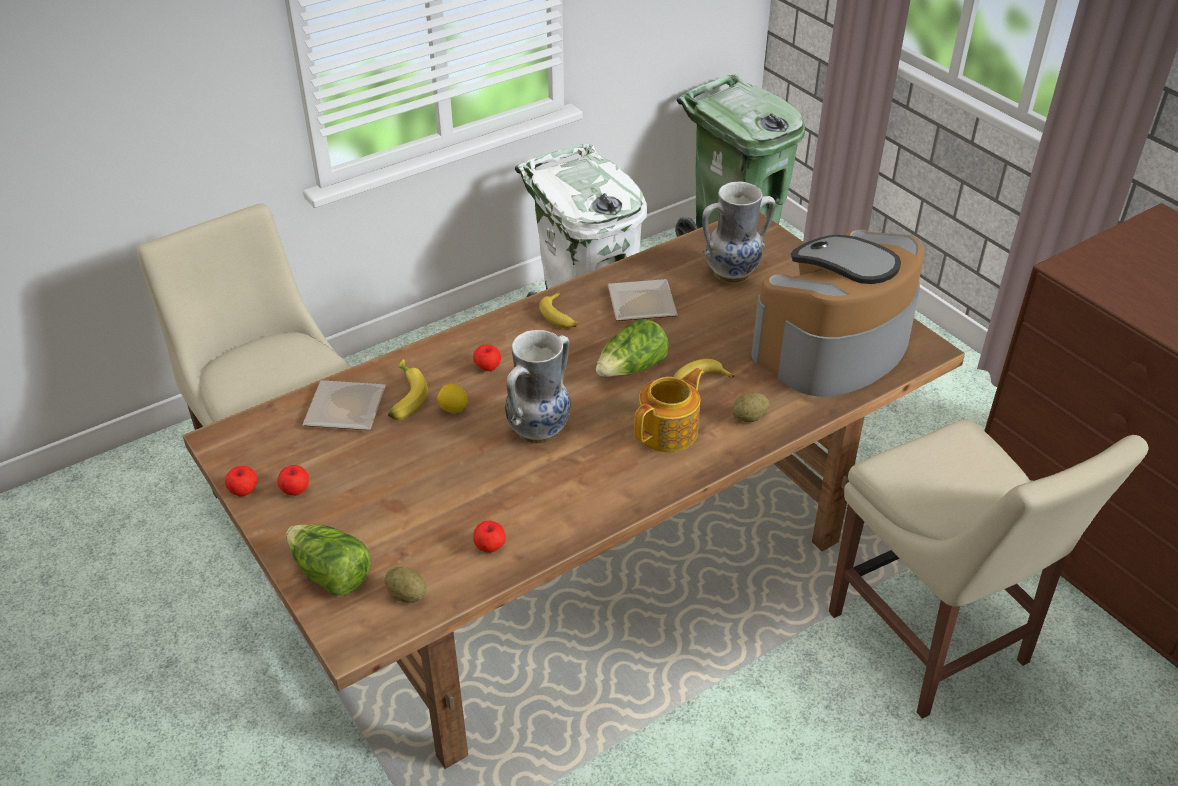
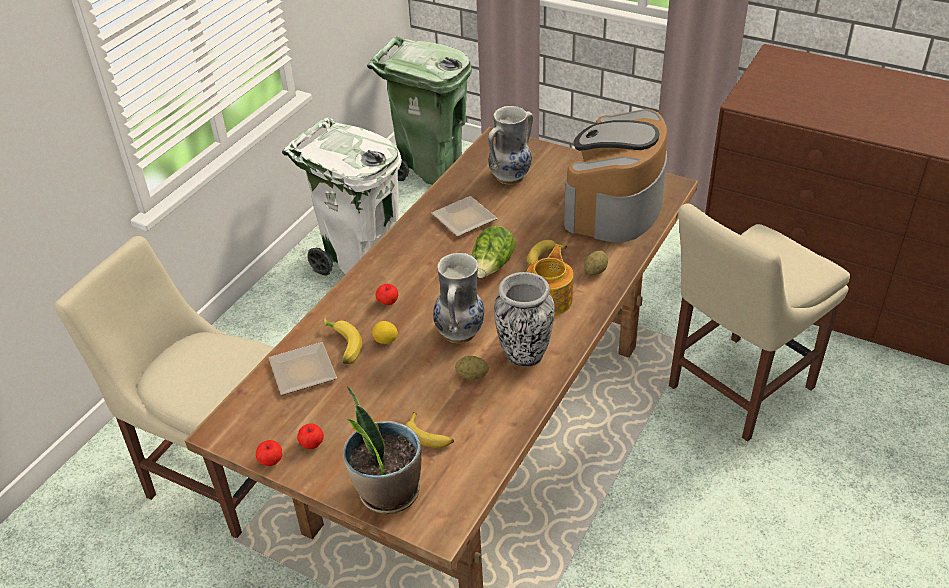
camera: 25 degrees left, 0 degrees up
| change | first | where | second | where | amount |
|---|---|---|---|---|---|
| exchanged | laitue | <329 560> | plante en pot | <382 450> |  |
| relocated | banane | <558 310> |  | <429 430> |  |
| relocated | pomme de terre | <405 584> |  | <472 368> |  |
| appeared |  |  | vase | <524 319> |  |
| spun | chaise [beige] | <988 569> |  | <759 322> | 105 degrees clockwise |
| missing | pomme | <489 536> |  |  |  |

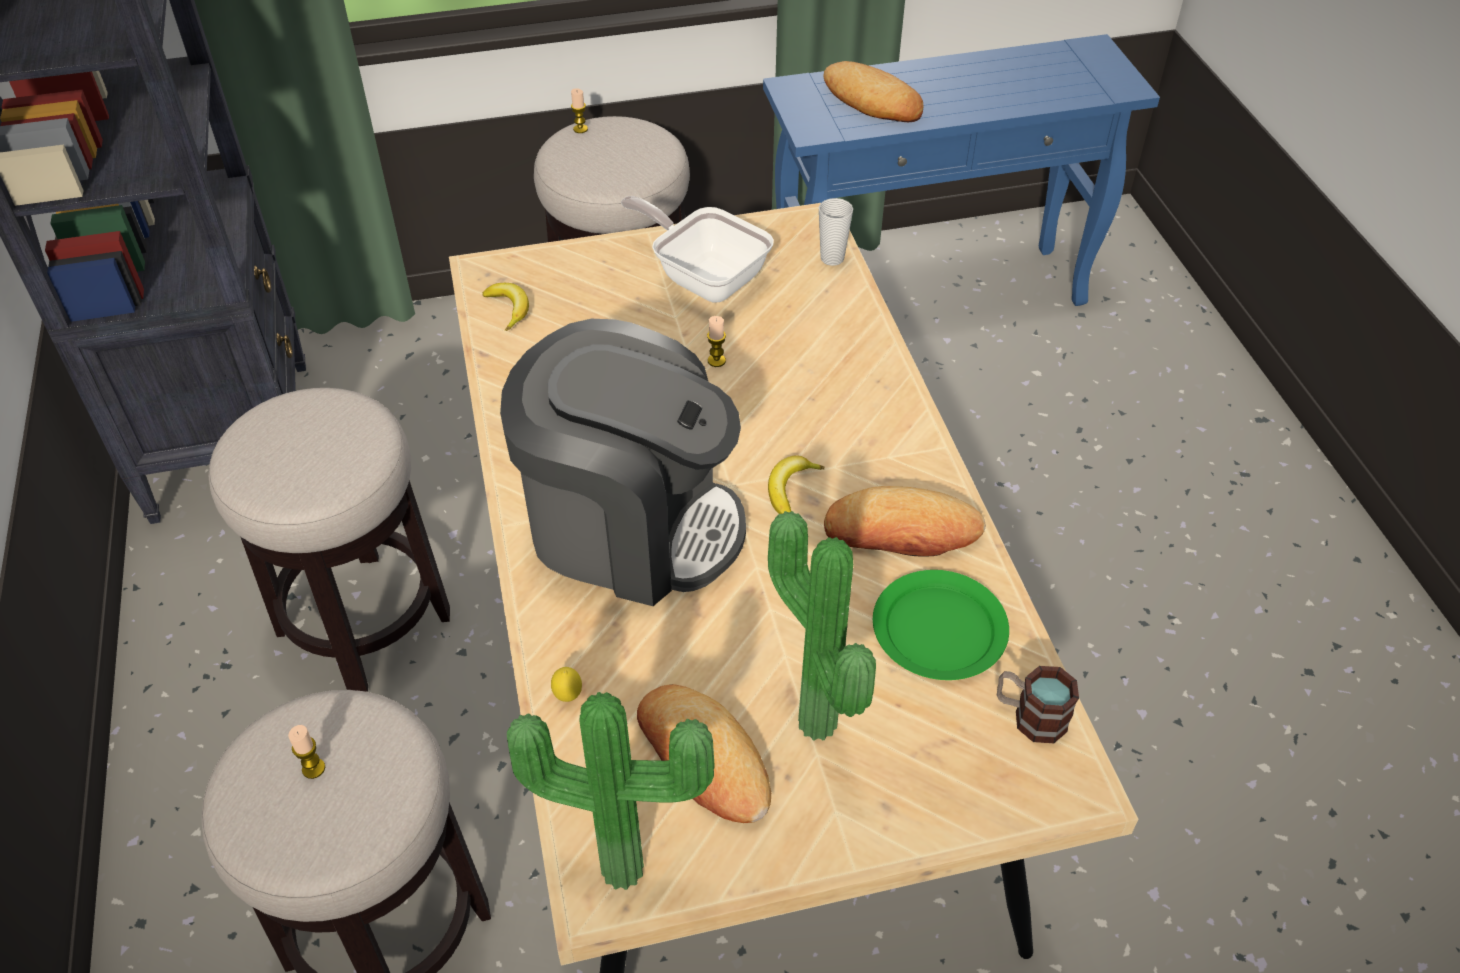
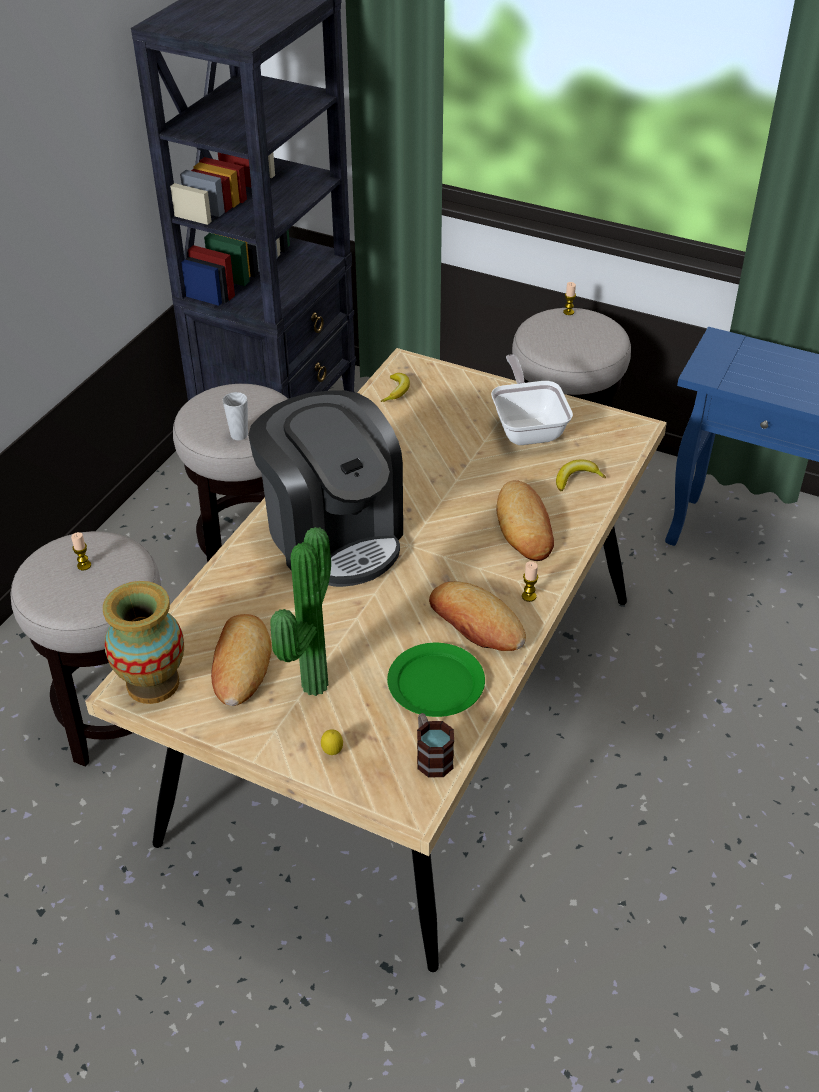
camera: 40 degrees right, 5 degrees down
| change | first | where | second | where | amount |
|---|---|---|---|---|---|
| exchanged | plante en pot | <611 791> | vase | <143 642> |  |
| relocated | tasse | <836 232> |  | <235 416> |  |
| relocated | citron | <566 684> |  | <332 742> |  |
| relocated | pain | <873 91> |  | <525 520> |  |
| relocated | bougie | <716 341> |  | <530 581> |  |
| relocated | banane | <796 484> |  | <581 475> |  |

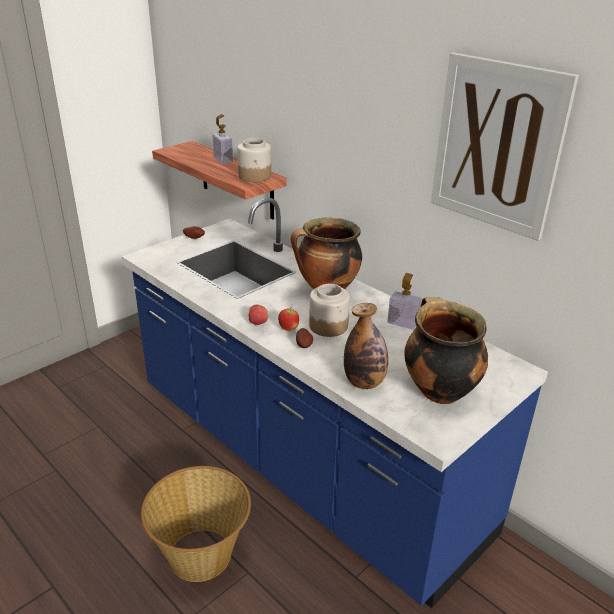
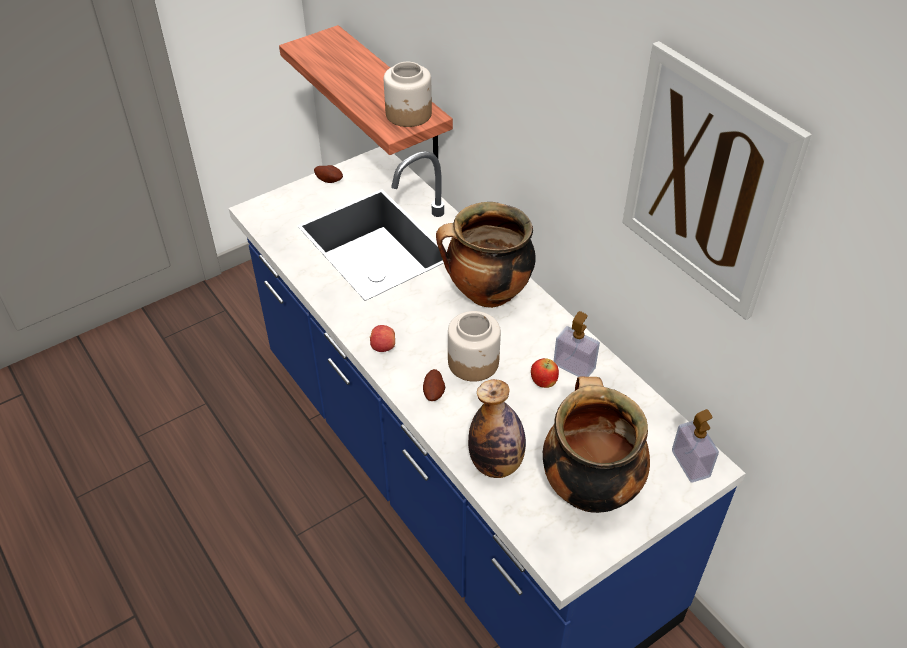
camera: 10 degrees right, 15 degrees up
| change | first | where | second | where | amount |
|---|---|---|---|---|---|
| relocated | pomme | <288 320> |  | <545 373> |  |
| relocated | distributeur de savon | <223 139> |  | <695 446> |  |
| missing | panier | <196 524> |  |  |  |

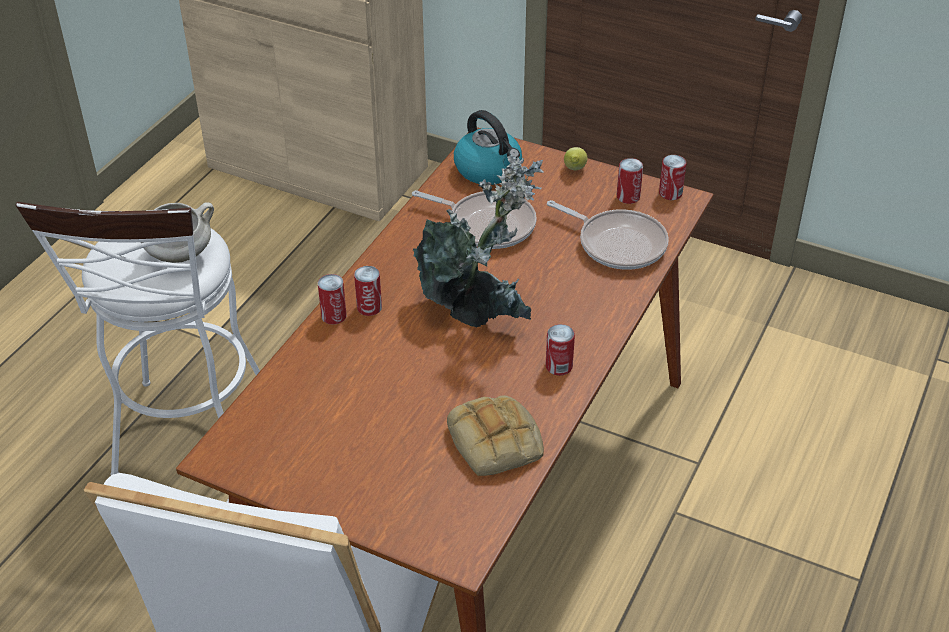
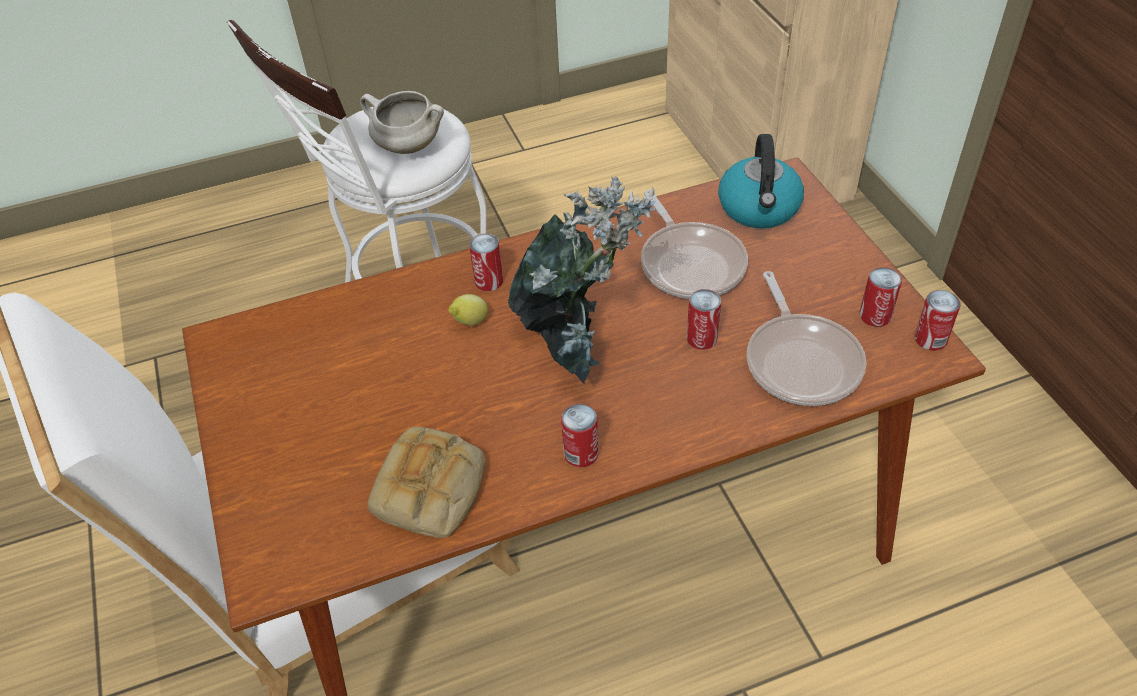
camera: 45 degrees right, 5 degrees up
| change | first | where | second | where | amount |
|---|---|---|---|---|---|
| relocated | citron | <575 158> |  | <468 309> |  |
| relocated | boîte métallique | <332 299> |  | <703 319> |  |

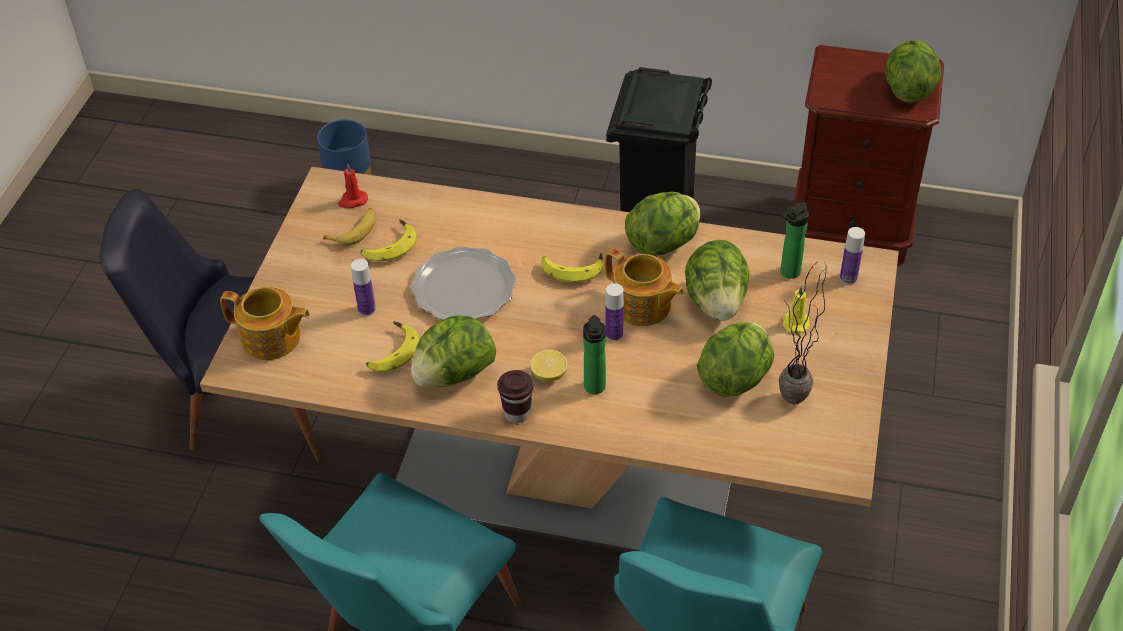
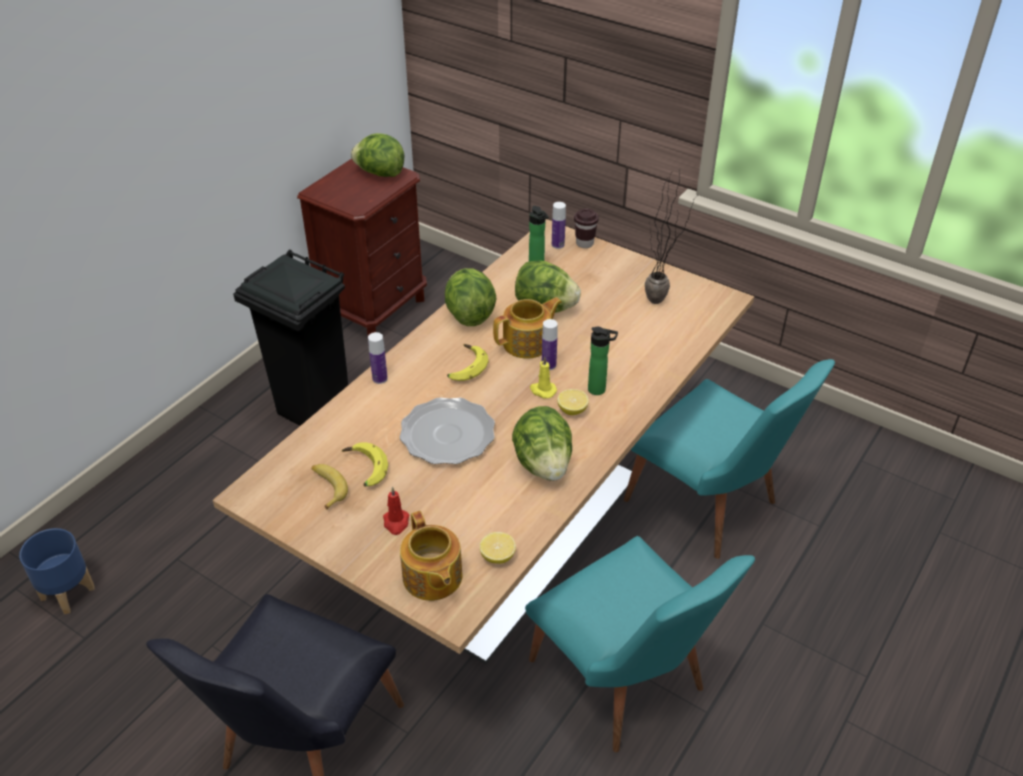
camera: 70 degrees left, 5 degrees down
| change | first | where | second | where | amount |
|---|---|---|---|---|---|
| relocated | bouteille | <363 287> |  | <378 358> |  |
| relocated | bougie [rouge] | <353 186> |  | <396 511> |  |
| spun | théière | <265 323> |  | <431 556> | 120 degrees clockwise |
| appeared |  |  | citron | <498 548> |  |
| relocated | bougie [jaune] | <796 308> |  | <543 377> |  |
| relocated | tasse [marron] | <515 396> |  | <586 228> |  |
| missing | banane | <393 346> |  |  |  |
| missing | laitue | <735 359> |  |  |  |

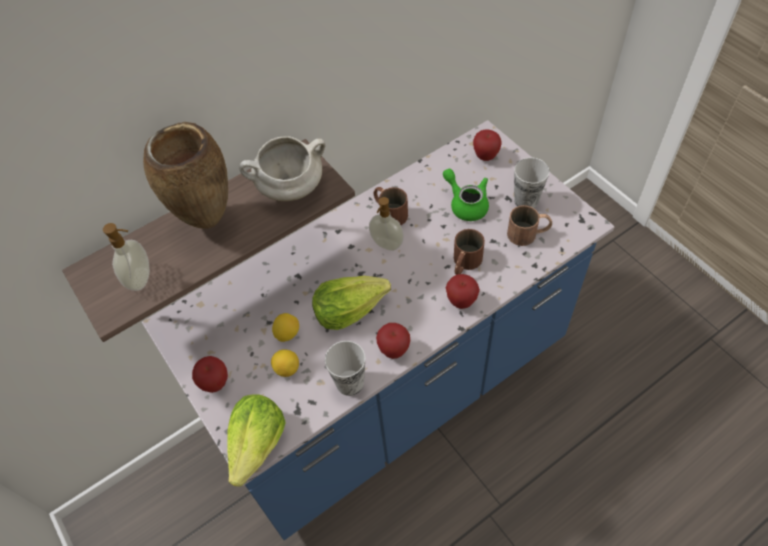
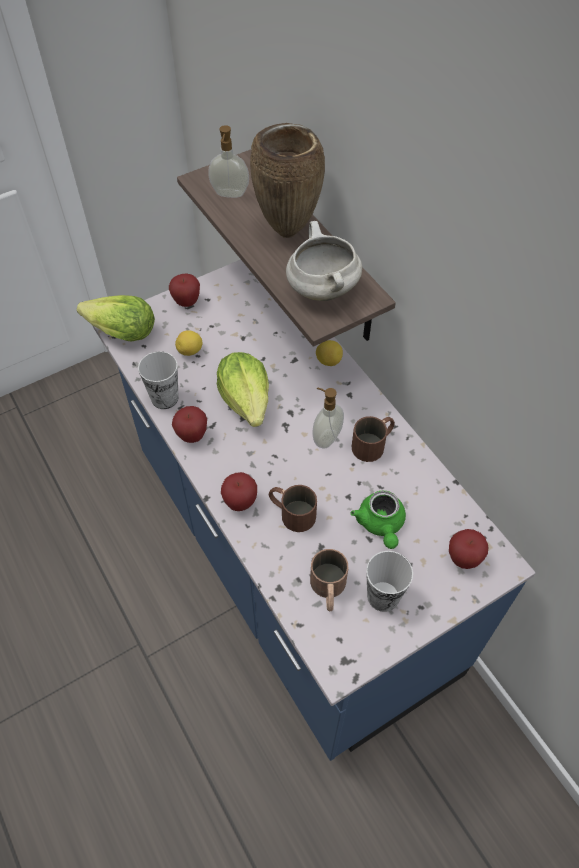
camera: 90 degrees right, 0 degrees up
| change | first | where | second | where | amount |
|---|---|---|---|---|---|
| relocated | citron | <285 327> |  | <329 353> |  |
| spun | théière [vert] | <466 195> |  | <378 520> | 120 degrees clockwise |

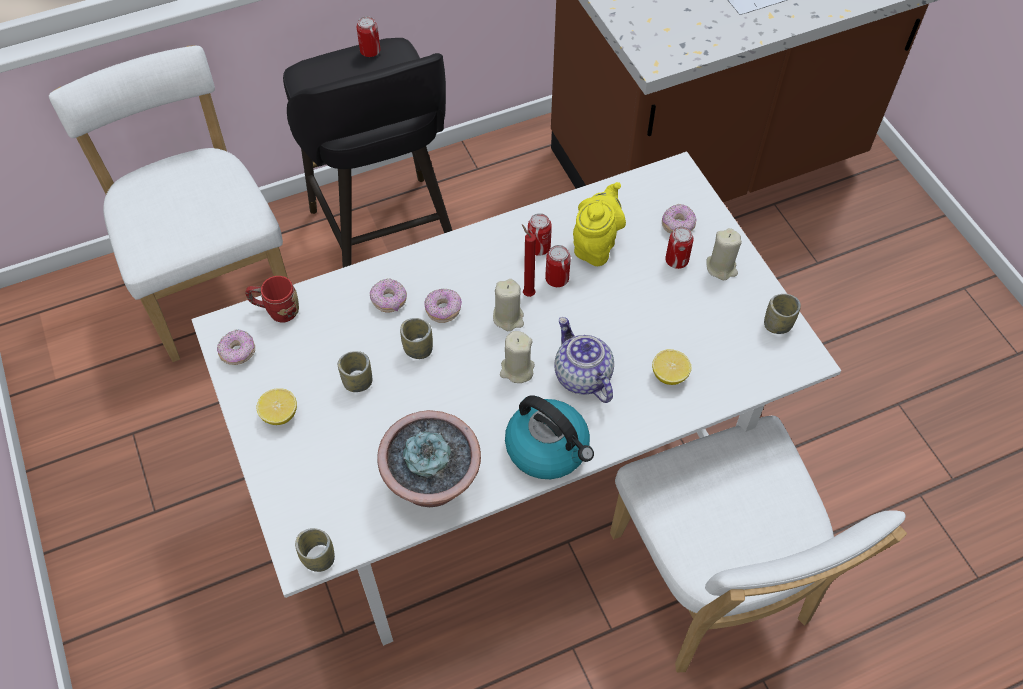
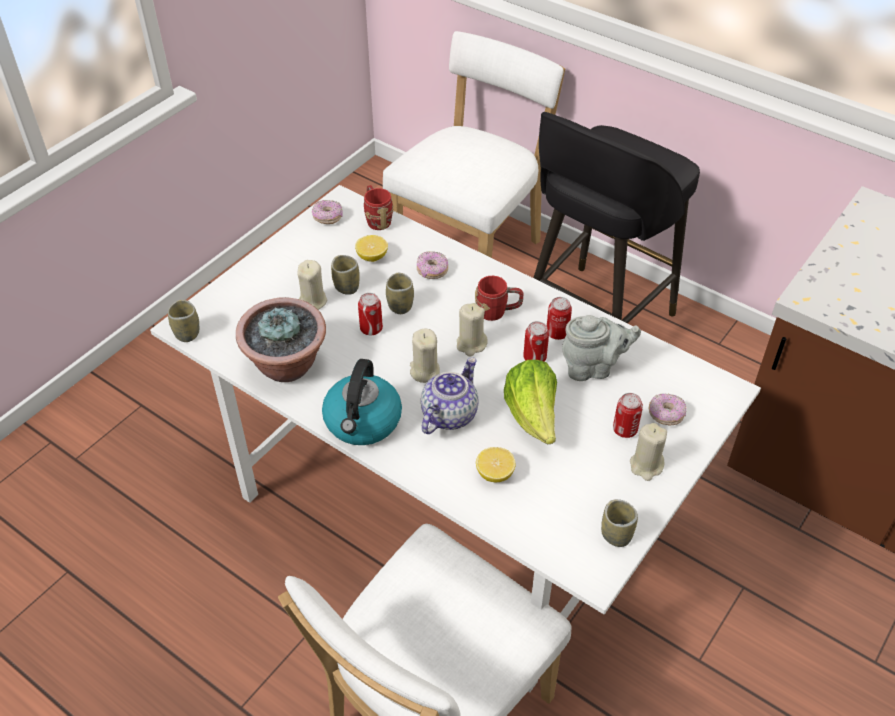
camera: 60 degrees right, 10 degrees down
| change | first | where | second | where | amount |
|---|---|---|---|---|---|
| appeared |  |  | bougie [beige] | <312 285> |  |
| relocated | citron | <276 406> |  | <371 248> |  |
| relocated | boîte métallique | <369 36> |  | <370 314> |  |
| appeared |  |  | mug [rouge] | <499 298> |  |
| appeared |  |  | laitue | <530 402> |  |
| colour | théière [jaune] | <599 224> | théière [gris] | <601 348> |  |
| missing | beignet | <443 306> |  |  |  |
| missing | bougie [rouge] | <529 260> |  |  |  |

